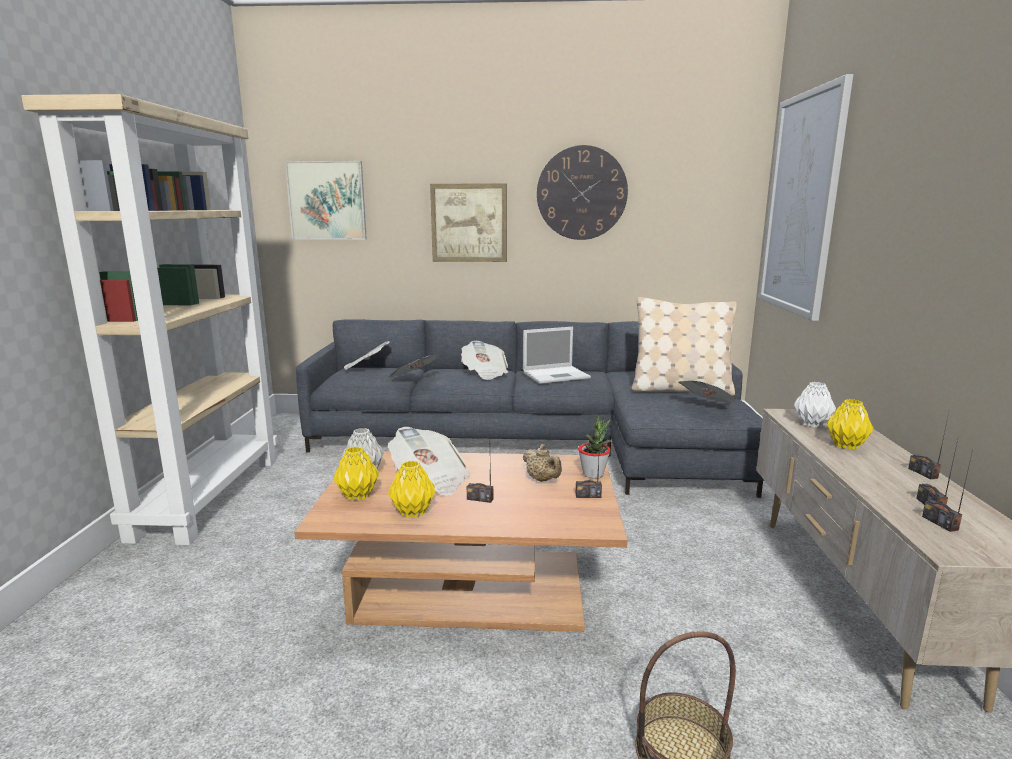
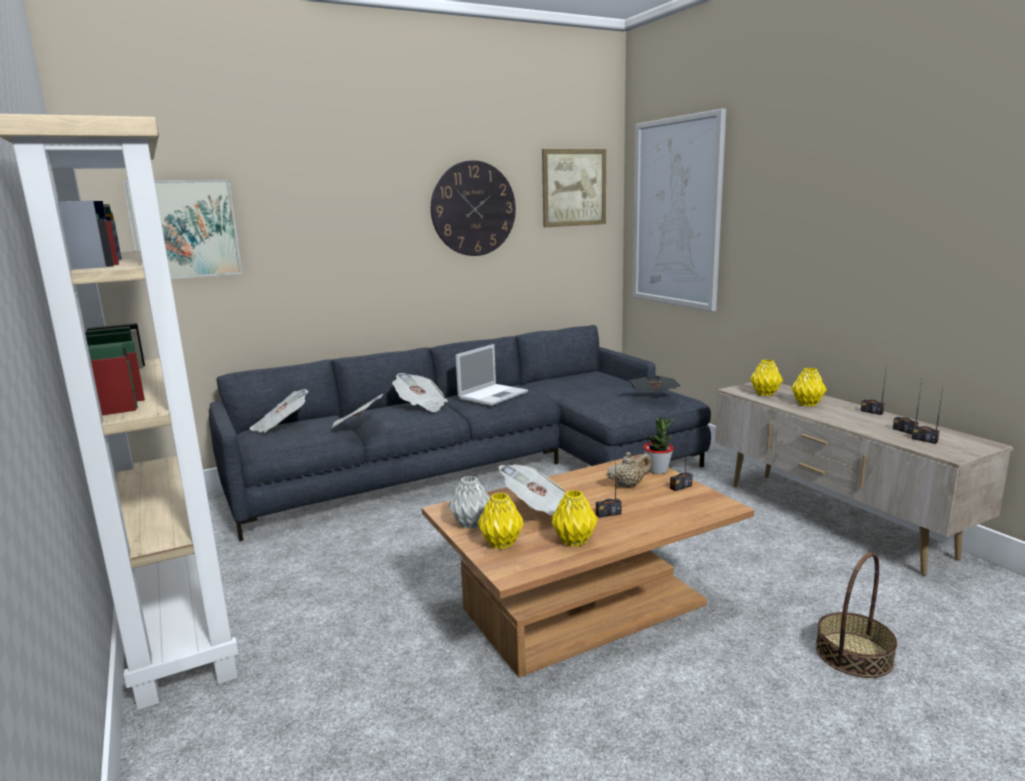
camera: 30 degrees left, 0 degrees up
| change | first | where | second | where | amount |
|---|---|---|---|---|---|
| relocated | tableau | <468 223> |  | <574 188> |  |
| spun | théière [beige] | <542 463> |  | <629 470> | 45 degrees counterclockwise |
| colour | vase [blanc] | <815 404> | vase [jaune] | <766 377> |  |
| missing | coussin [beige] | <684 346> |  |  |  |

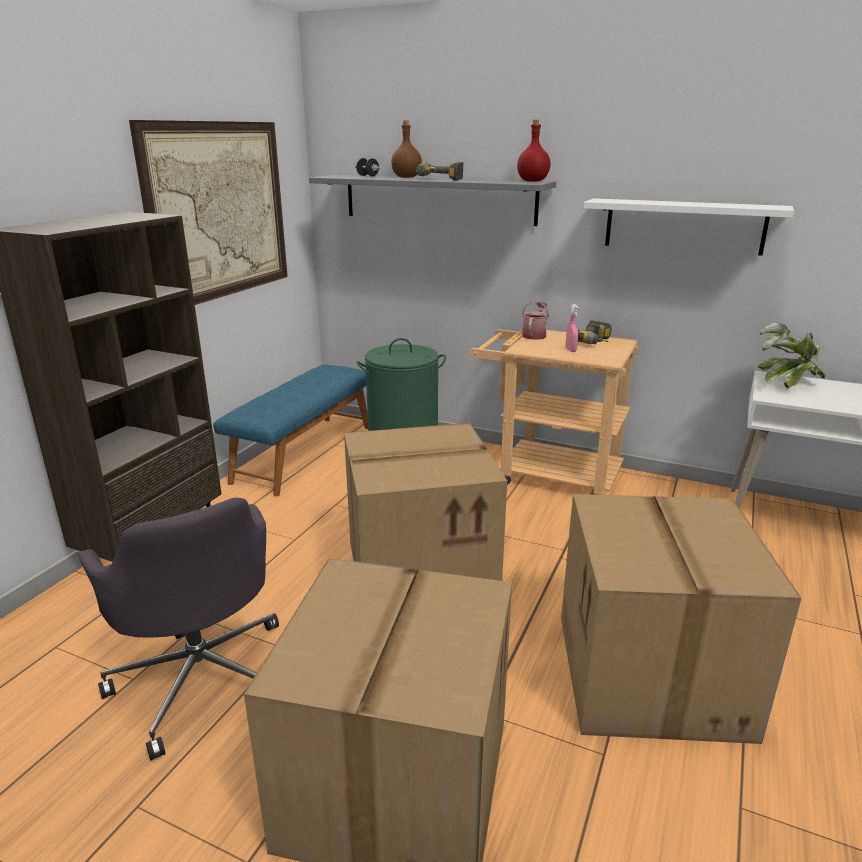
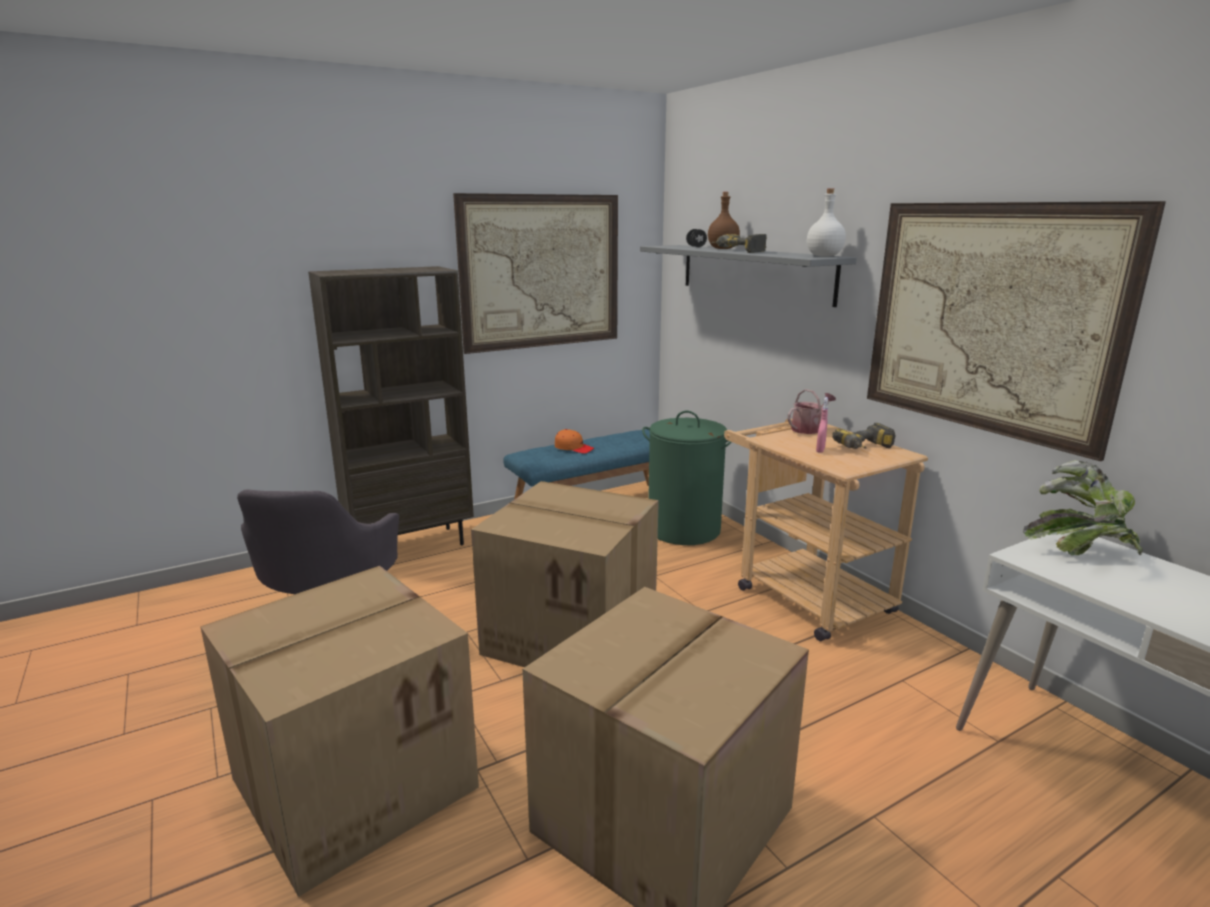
camera: 35 degrees right, 5 degrees down
| change | first | where | second | where | amount |
|---|---|---|---|---|---|
| appeared |  |  | casquette [orange] | <574 441> |  |
| colour | bouteille [rouge] | <533 151> | bouteille [blanc] | <826 222> |  |
| exchanged | étagère [blanc] | <689 227> | tableau | <1016 331> |  |

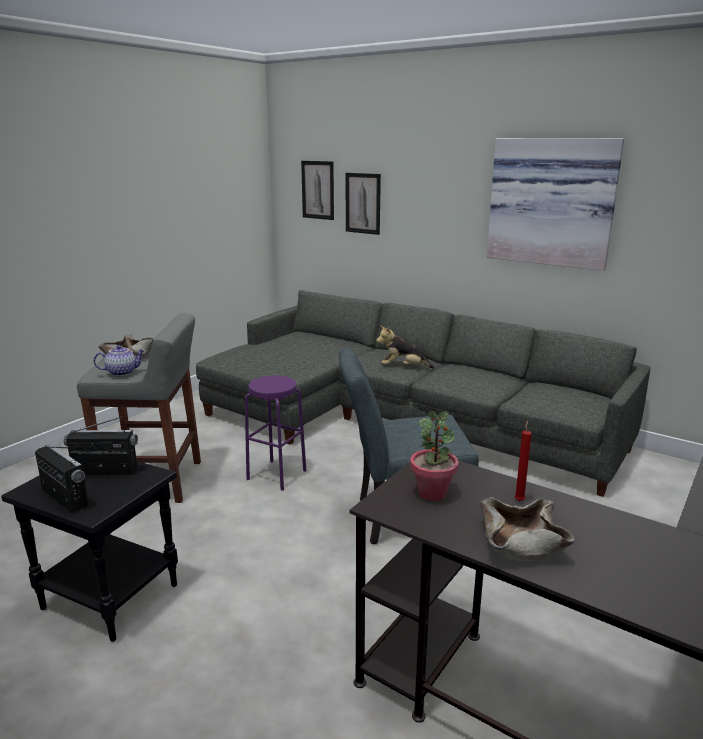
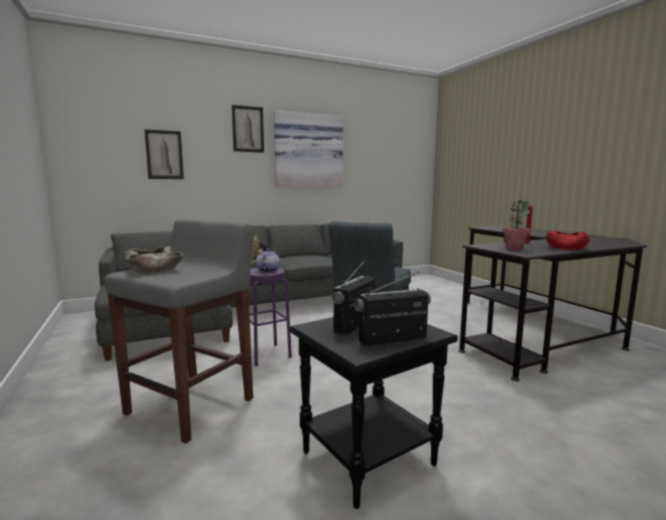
camera: 60 degrees left, 10 degrees down
| change | first | where | second | where | amount |
|---|---|---|---|---|---|
| relocated | tableau | <317 190> |  | <248 129> |  |
| relocated | théière | <119 360> |  | <268 260> |  |
| colour | bol [beige] | <527 529> | bol [rouge] | <568 240> |  |

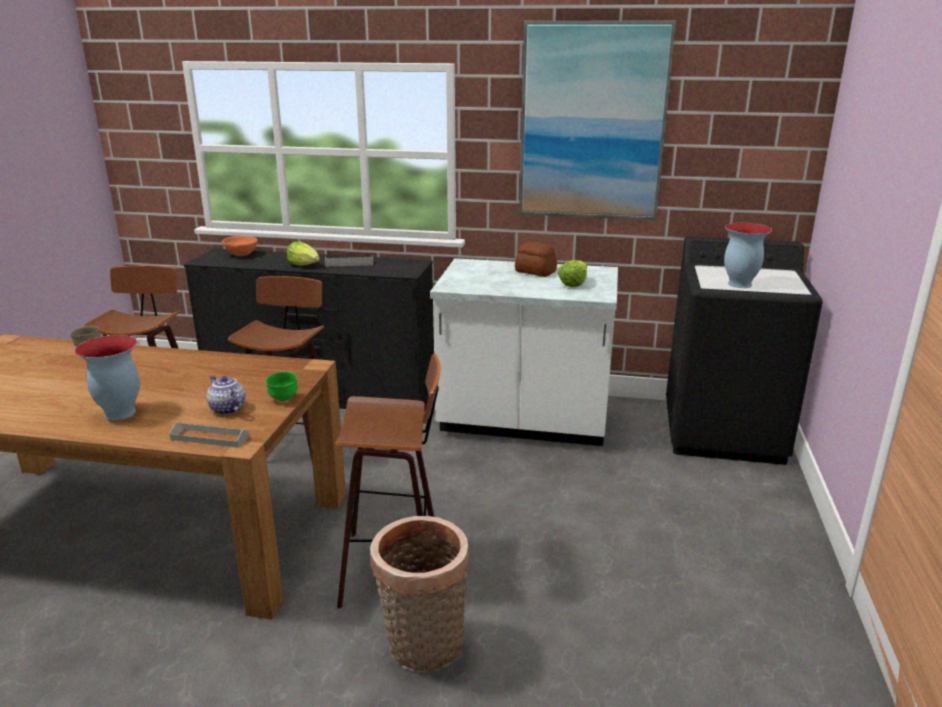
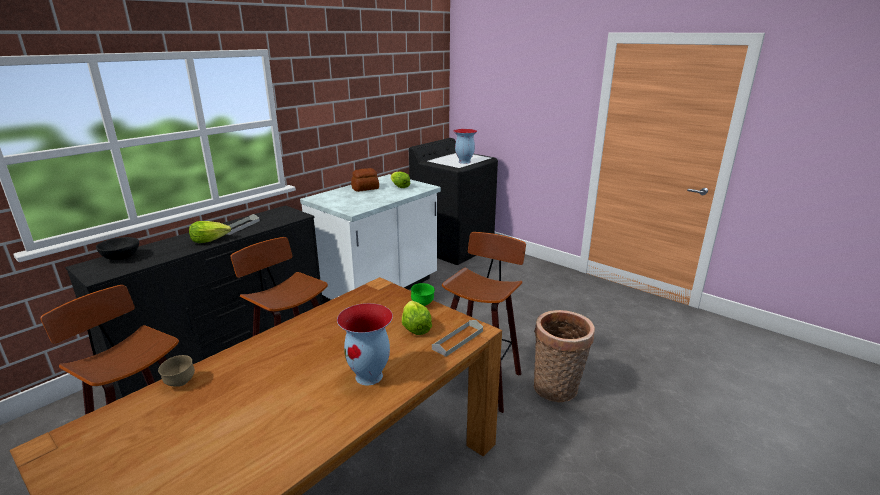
camera: 60 degrees left, 0 degrees up
| change | first | where | second | where | amount |
|---|---|---|---|---|---|
| colour | bol [orange] | <240 246> | bol [noir] | <117 248> |  |
| exchanged | théière | <226 395> | laitue | <417 318> |  |
| missing | tableau | <597 120> |  |  |  |

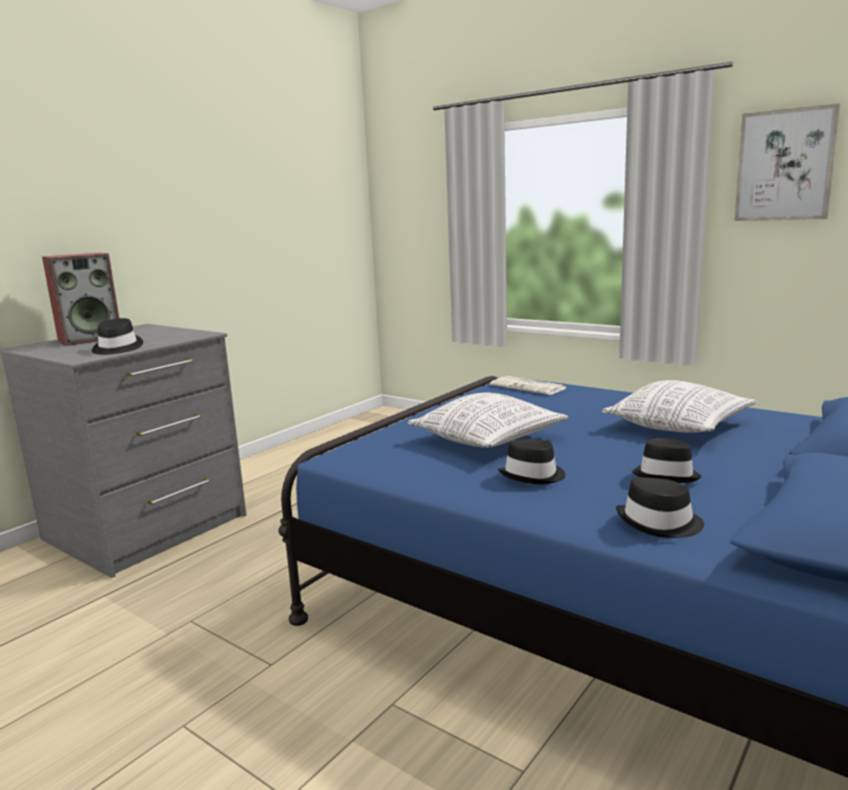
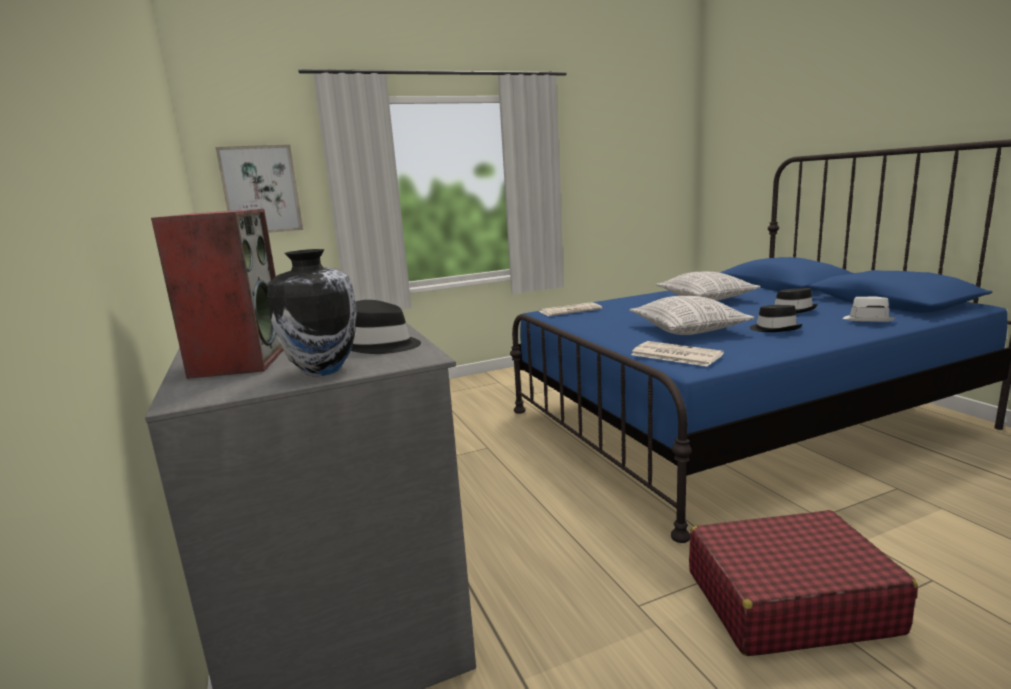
camera: 60 degrees left, 0 degrees up
| change | first | where | second | where | amount |
|---|---|---|---|---|---|
| relocated | tableau | <787 162> |  | <259 188> |  |
| appeared |  |  | vase | <312 312> |  |
| appeared |  |  | journal | <677 353> |  |
| appeared |  |  | valise [rouge] | <803 583> |  |
| colour | chapeau [noir] | <660 507> | chapeau [blanc] | <869 309> |  |

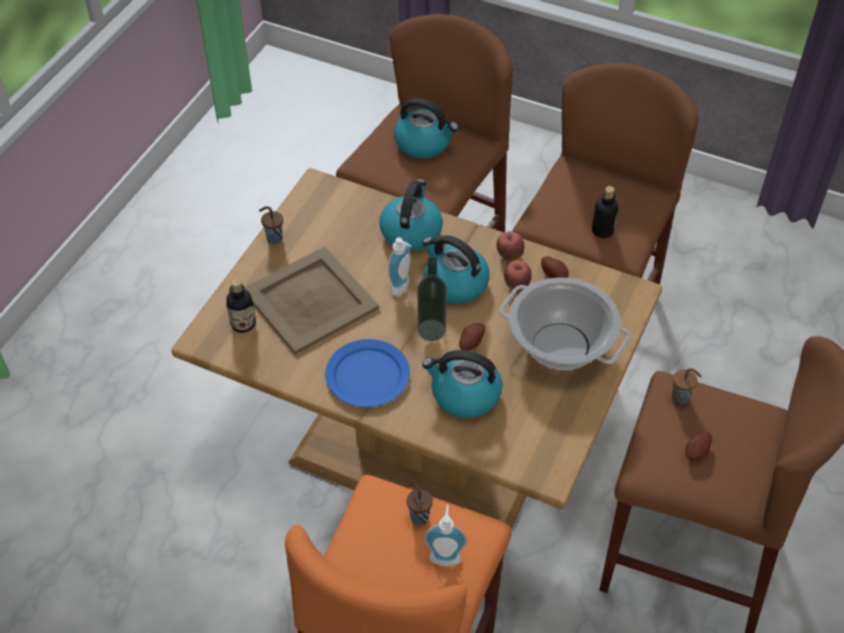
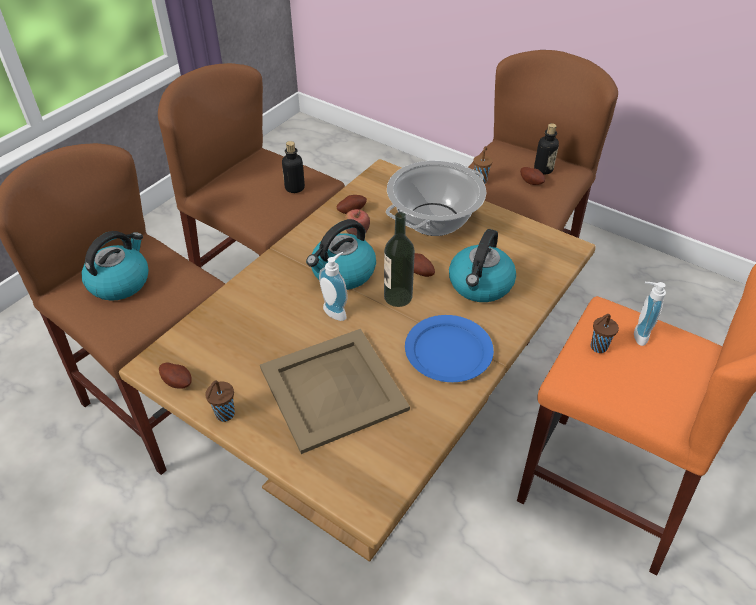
camera: 80 degrees left, 5 degrees down
| change | first | where | second | where | amount |
|---|---|---|---|---|---|
| appeared |  |  | pomme de terre | <175 376> |  |
| relocated | bouteille | <241 306> |  | <546 148> |  |
| missing | bouilloire | <411 215> |  |  |  |
| missing | pomme | <510 246> |  |  |  |

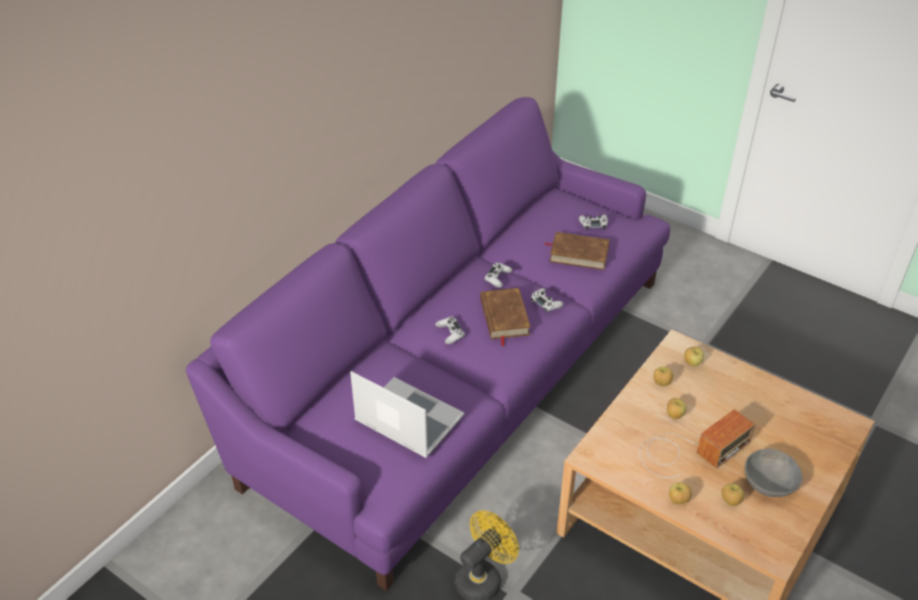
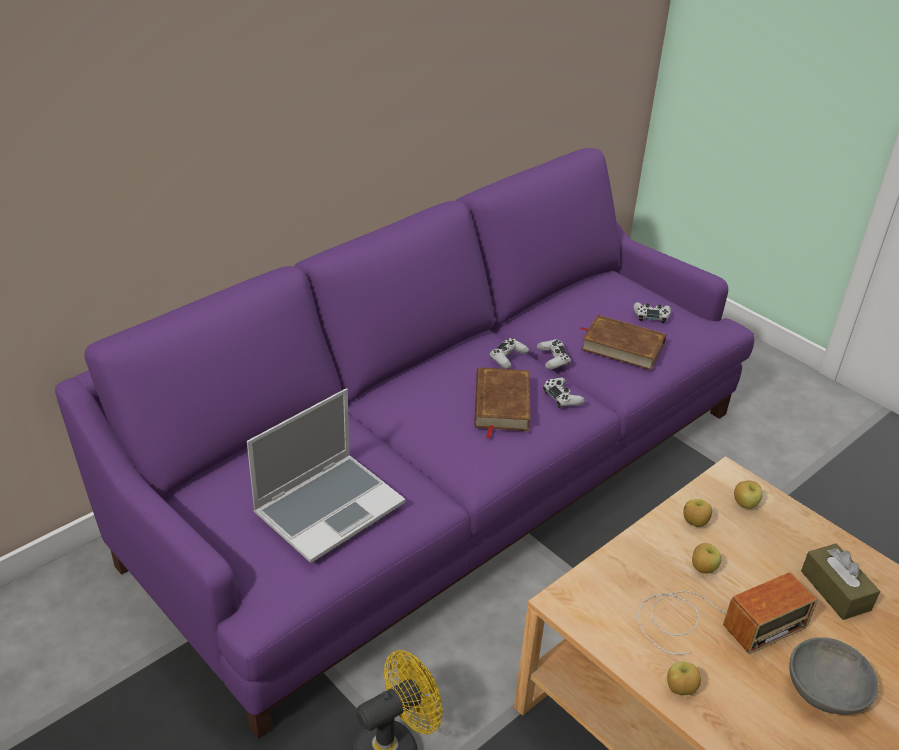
camera: 10 degrees right, 5 degrees down
| change | first | where | second | where | amount |
|---|---|---|---|---|---|
| spun | ordinateur portable | <407 414> |  | <326 475> | 90 degrees clockwise |
| relocated | manette [blanc] | <450 330> |  | <554 354> |  |
| appeared |  |  | boîte à mouchoirs [marron] | <840 581> |  |
| missing | pomme | <732 495> |  |  |  |

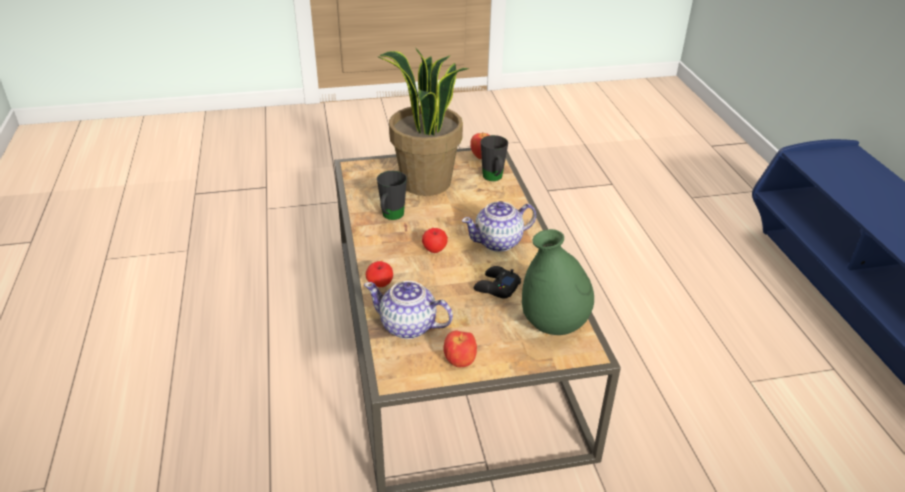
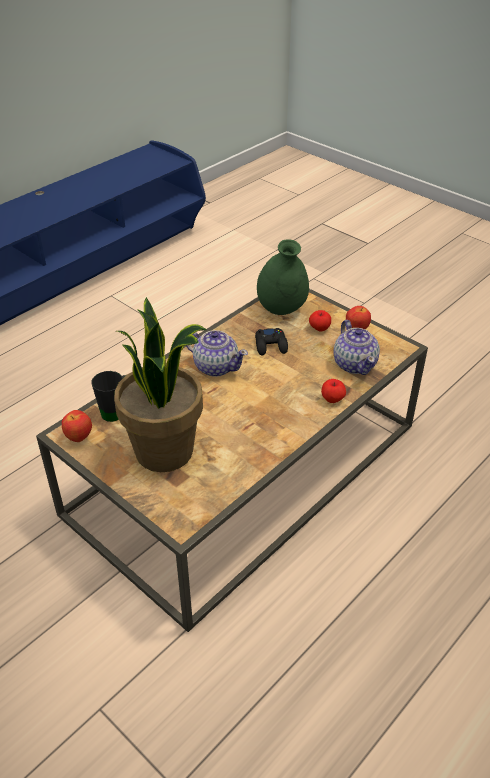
camera: 125 degrees left, 5 degrees up
| change | first | where | second | where | amount |
|---|---|---|---|---|---|
| relocated | pomme | <435 240> |  | <320 320> |  |
| missing | mug [noir] | <392 195> |  |  |  |

